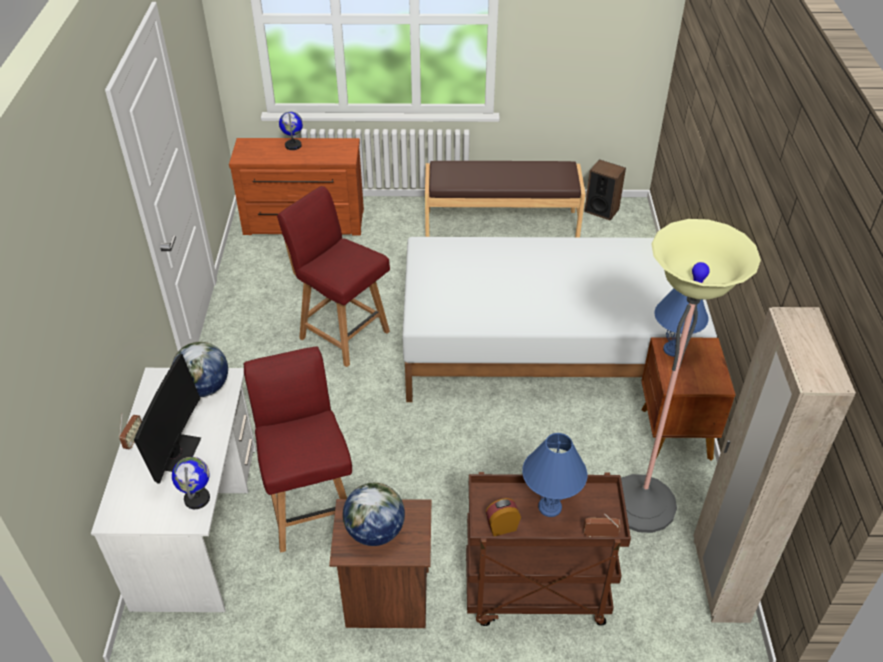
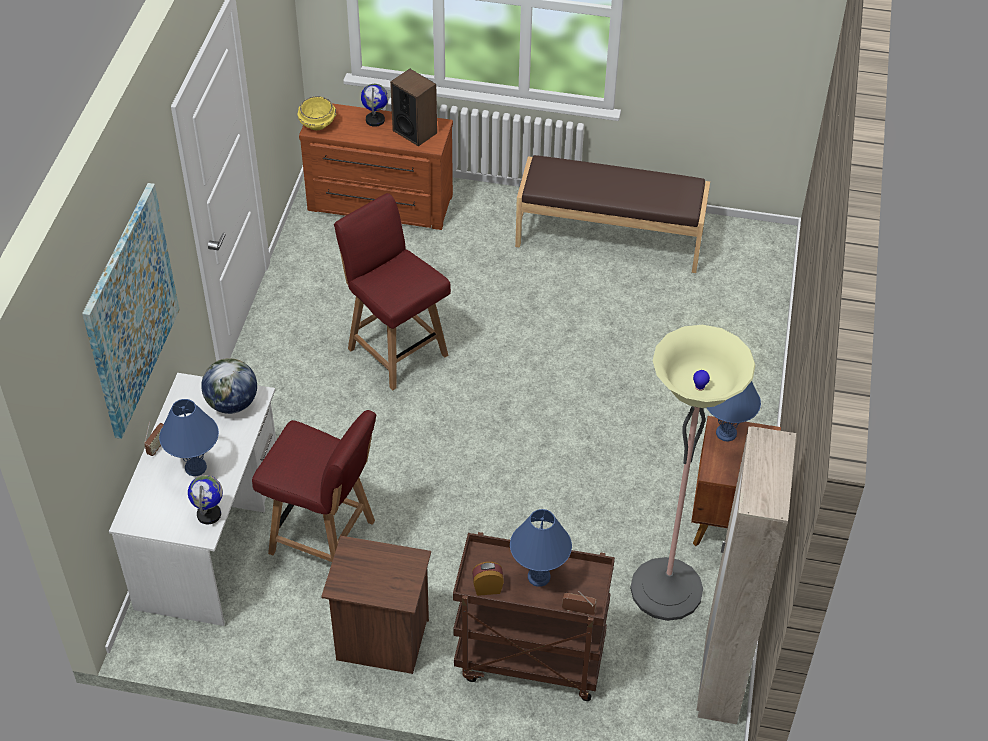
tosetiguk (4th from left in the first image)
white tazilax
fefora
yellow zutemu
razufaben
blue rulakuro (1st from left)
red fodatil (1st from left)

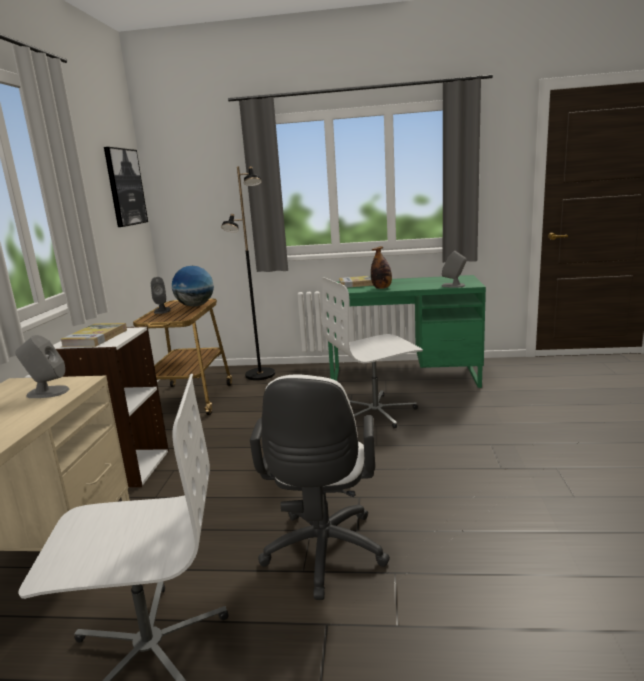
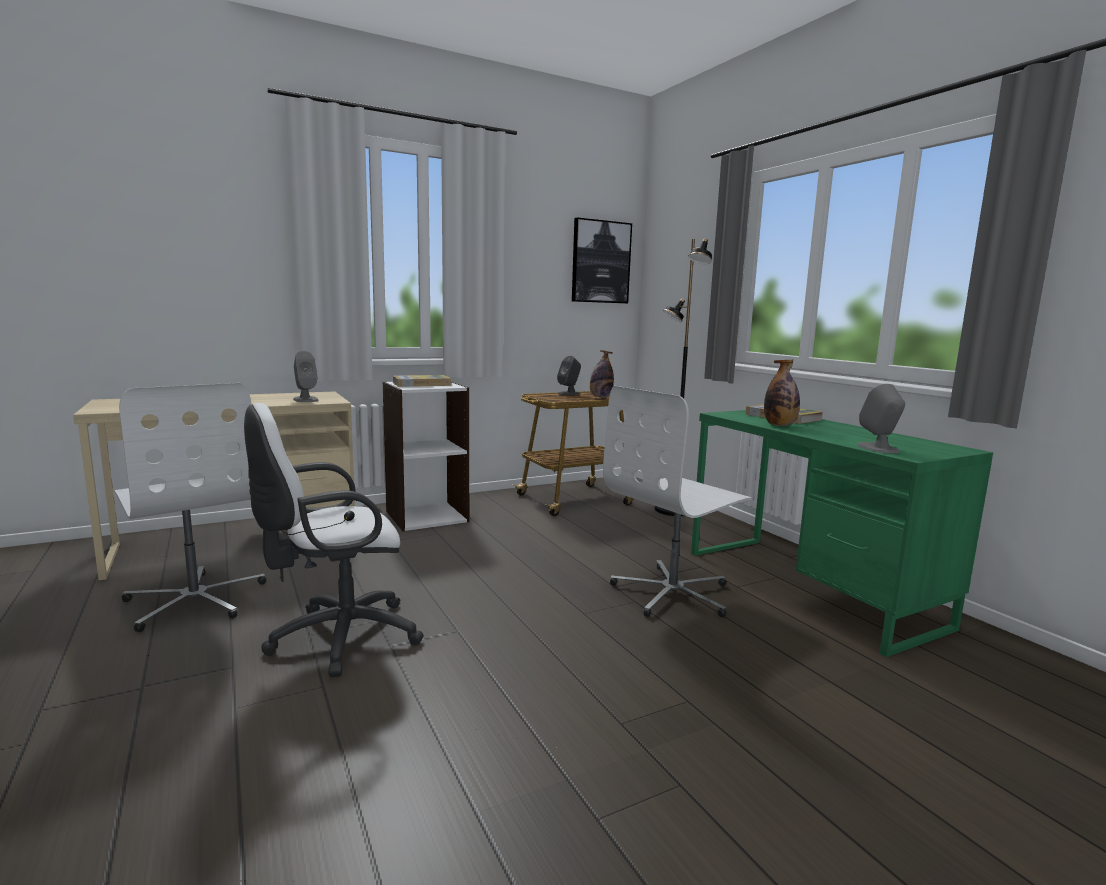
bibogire (1st from left)
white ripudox (3rd from left)

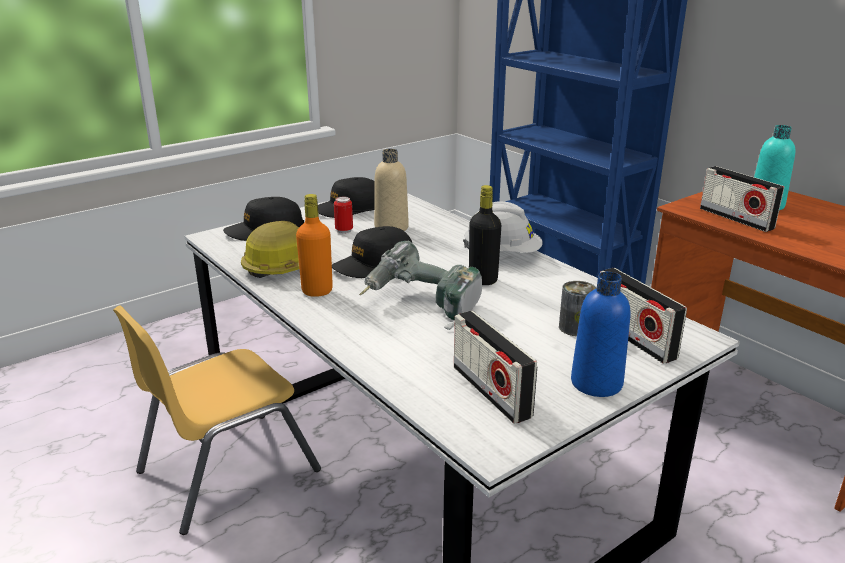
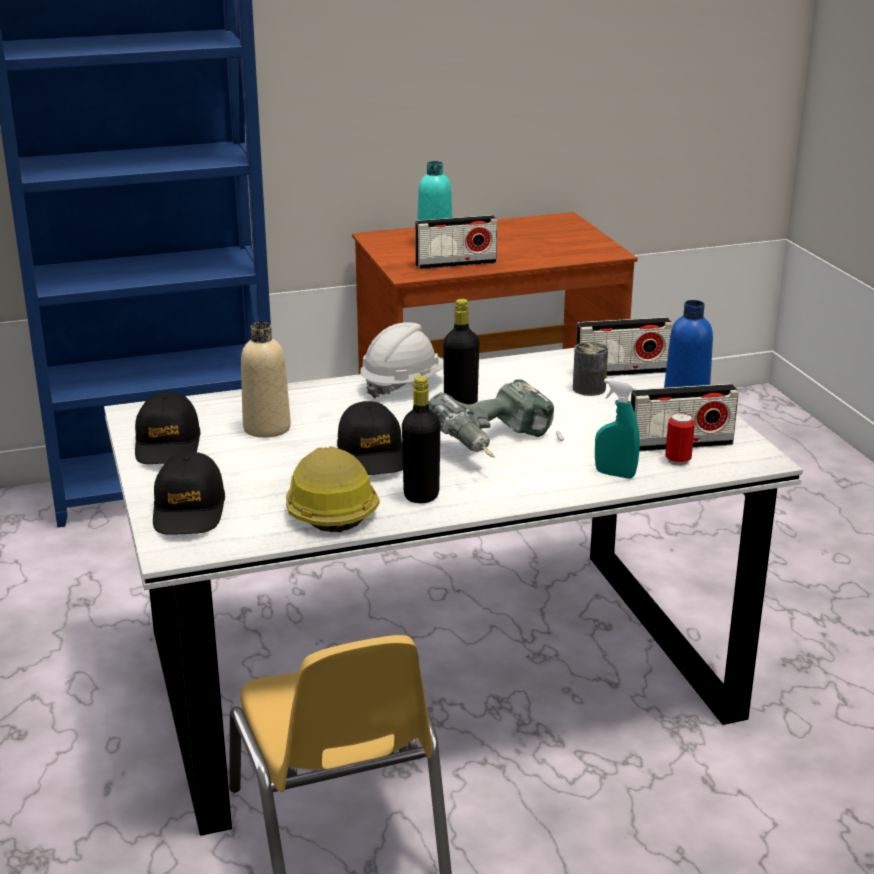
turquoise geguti
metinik (2nd from left)
black bibogire (1st from left)

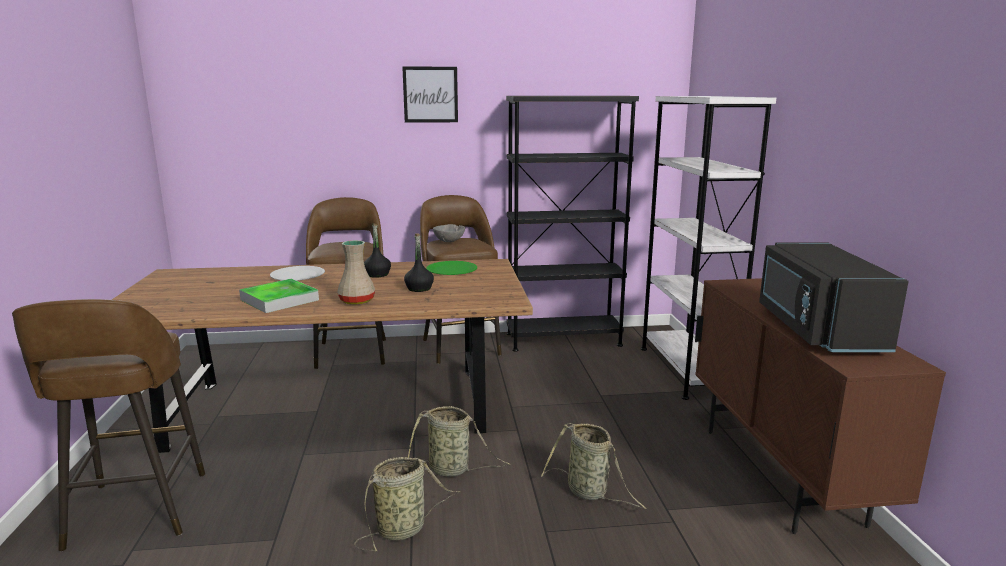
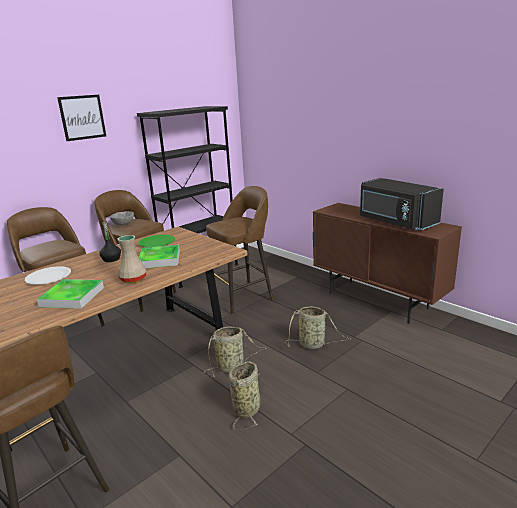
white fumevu
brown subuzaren (4th from left)
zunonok (2nd from left)

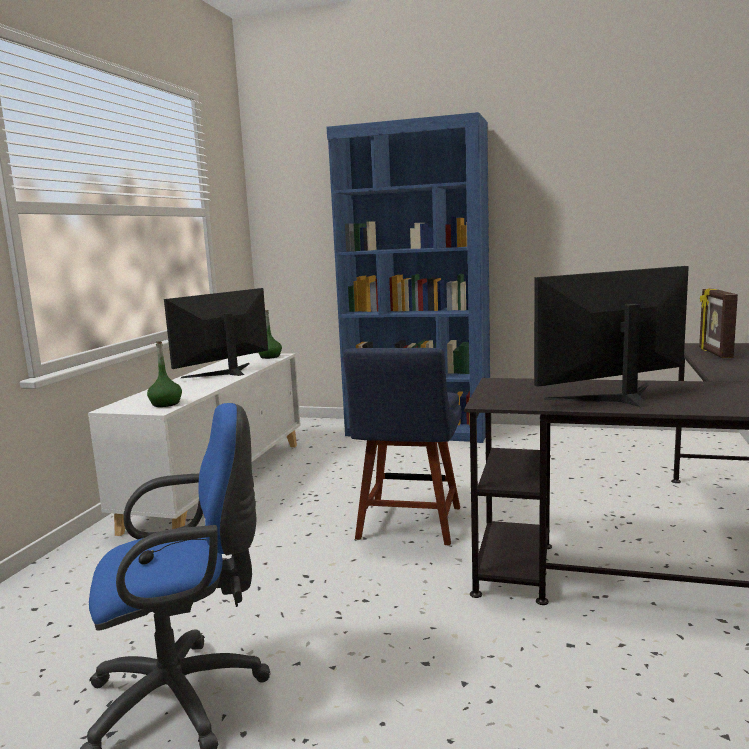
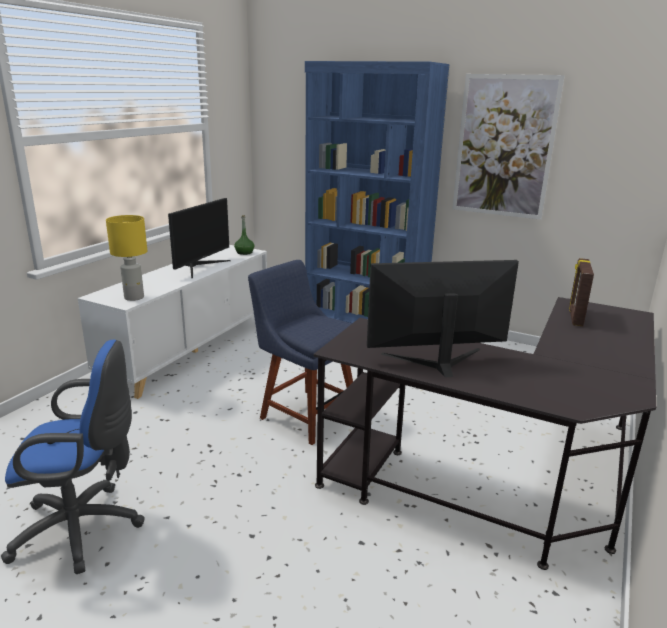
fefora
yellow rulakuro
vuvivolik (1st from left)
blue fodatil

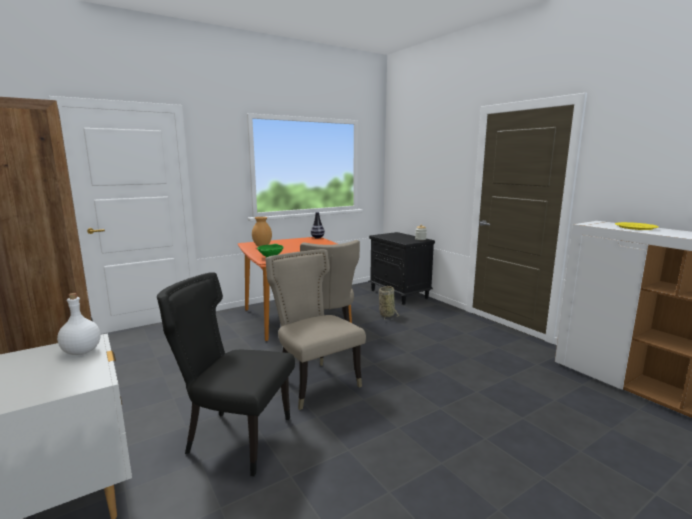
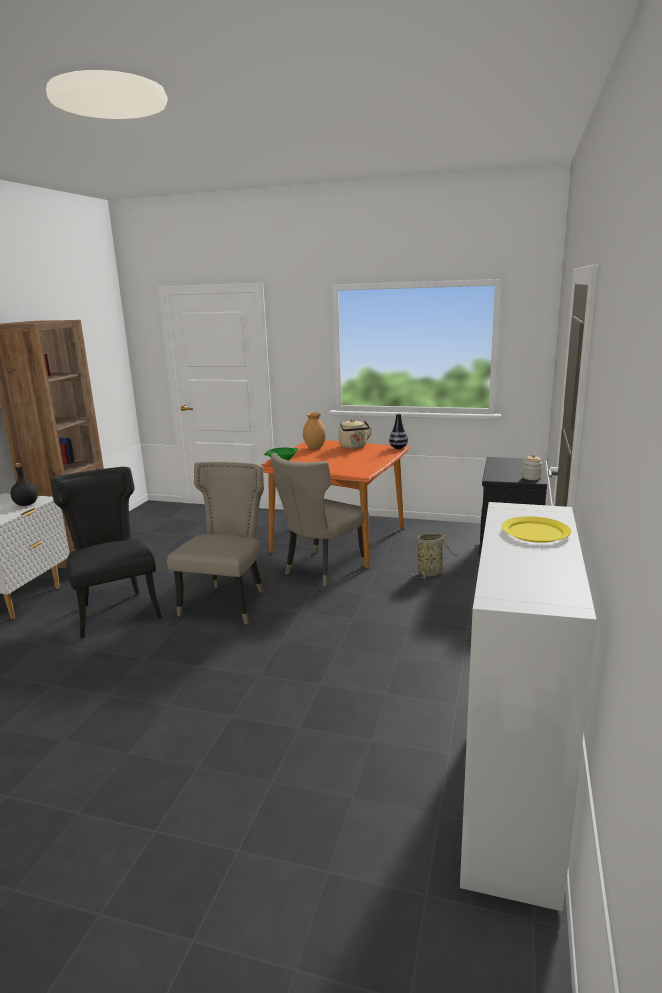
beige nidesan
black bibogire

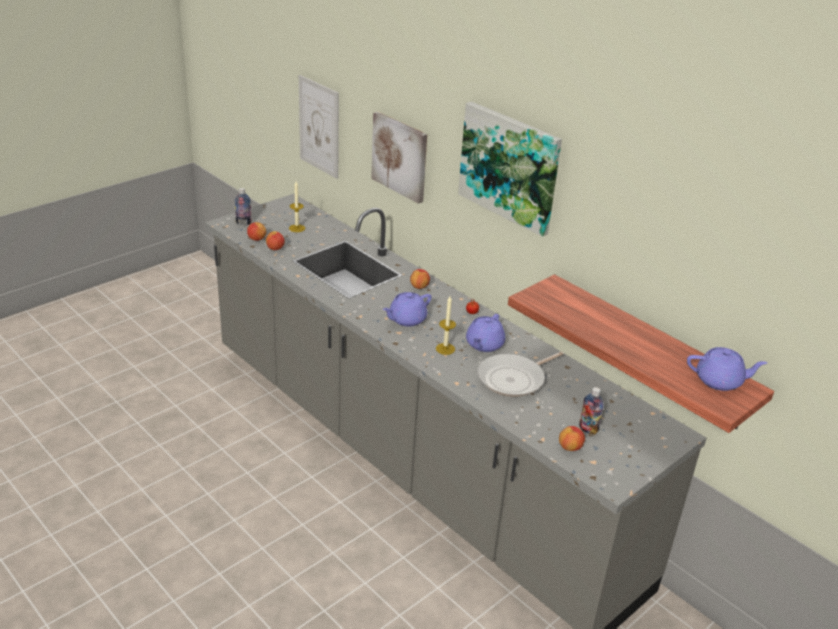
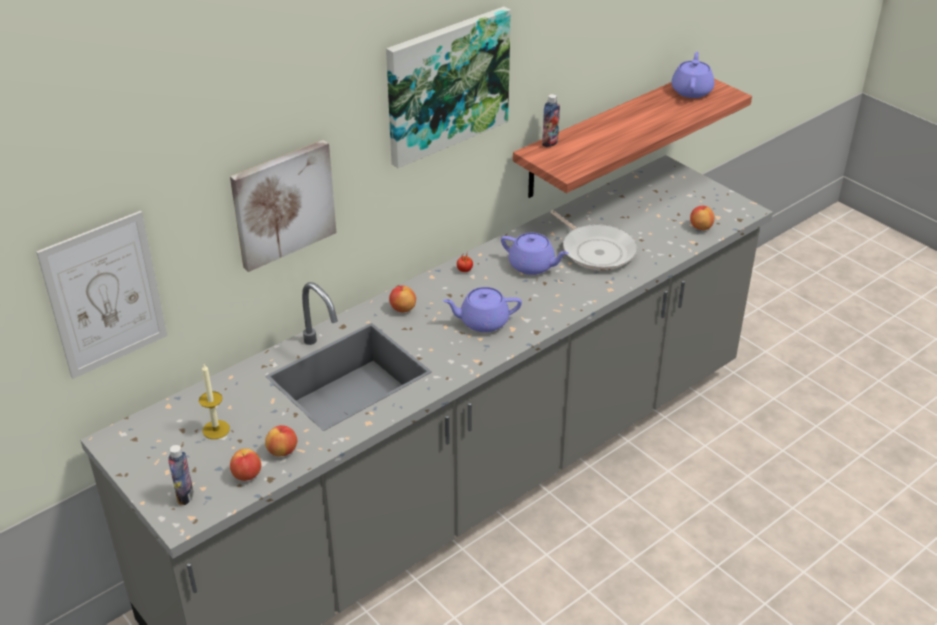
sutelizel (2nd from left in the first image)
bibogire (2nd from left)
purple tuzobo (1st from left)

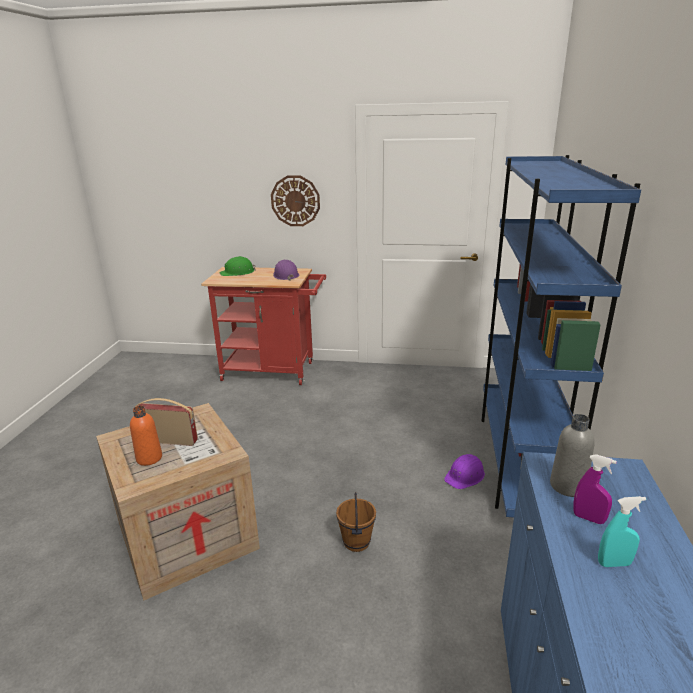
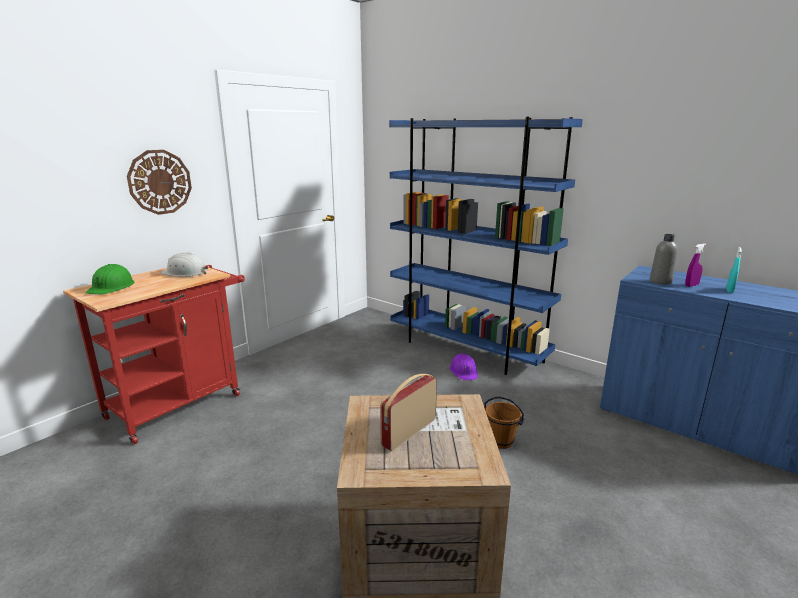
orange bibogire
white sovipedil

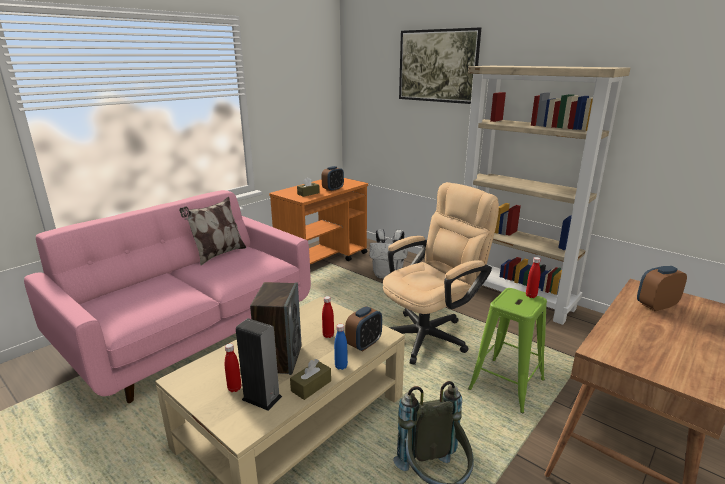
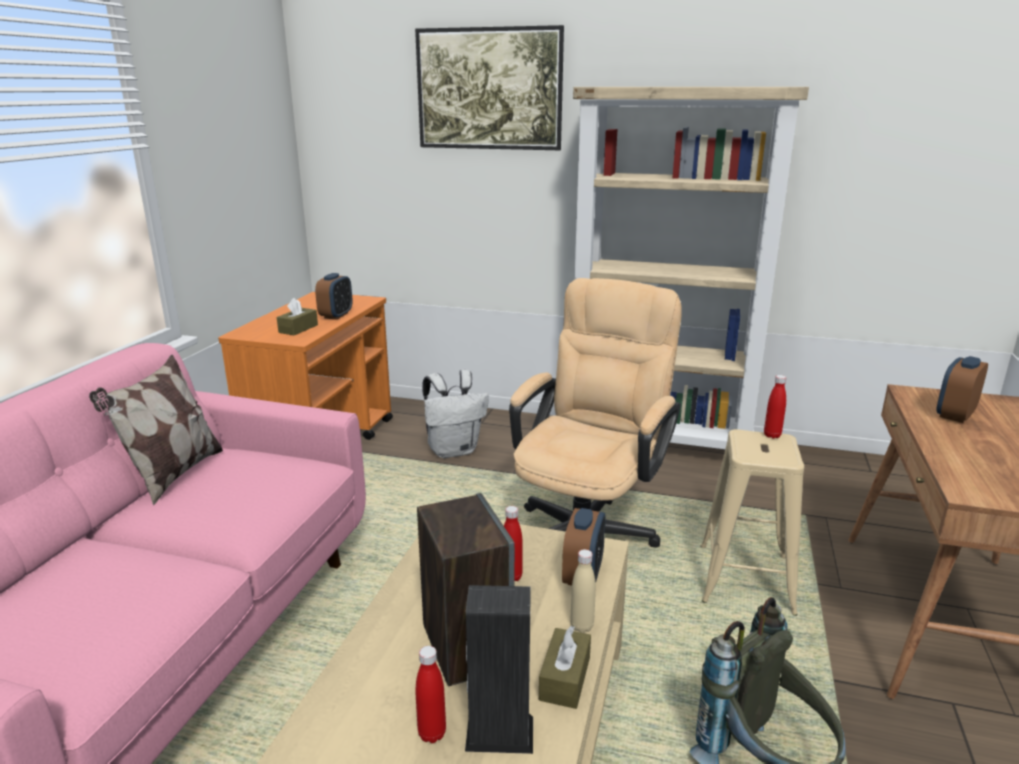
beige bibogire
beige subuzaren

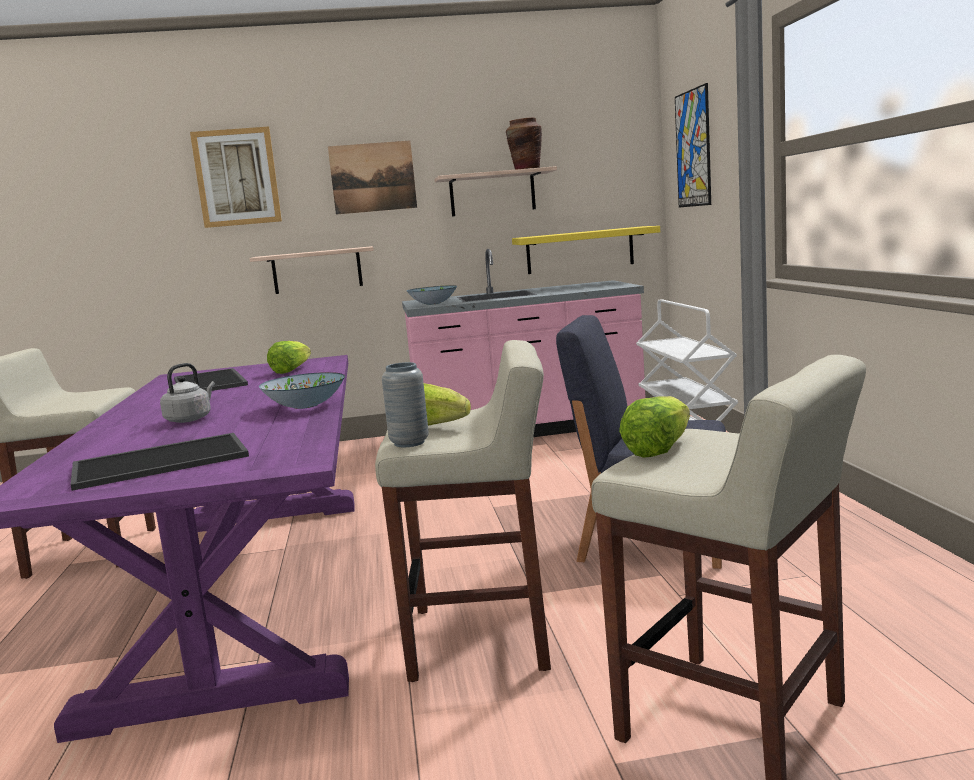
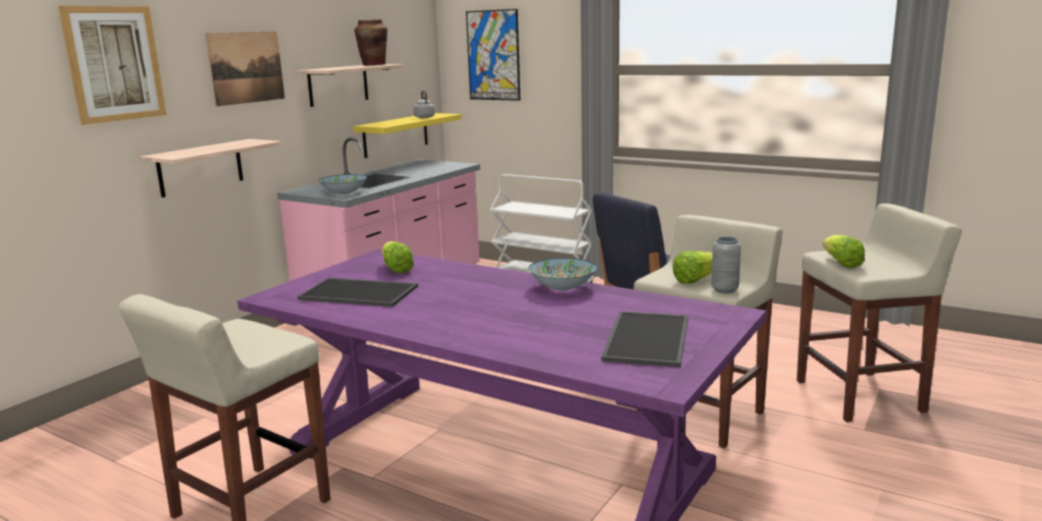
grey nidesan

